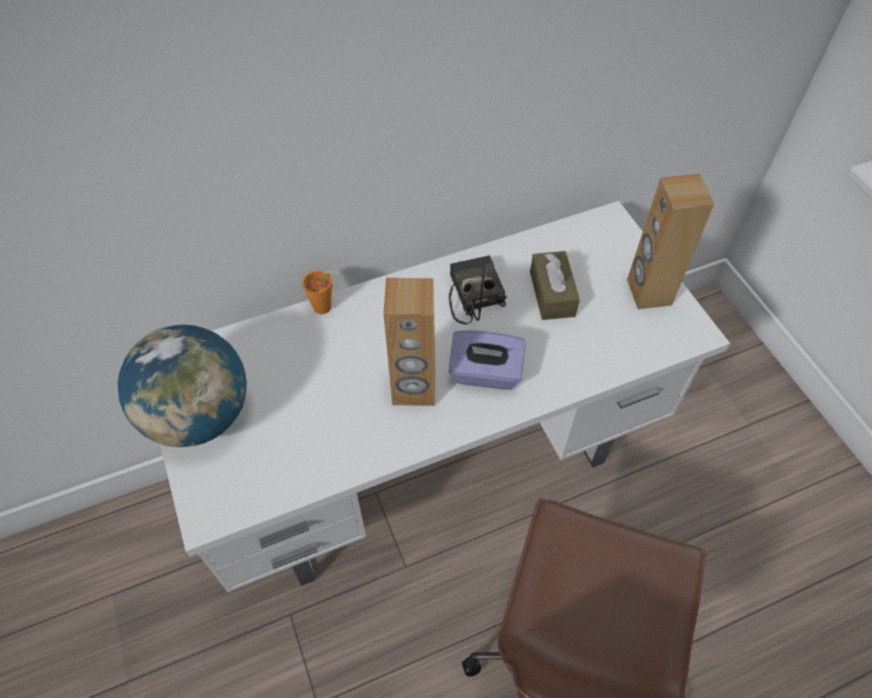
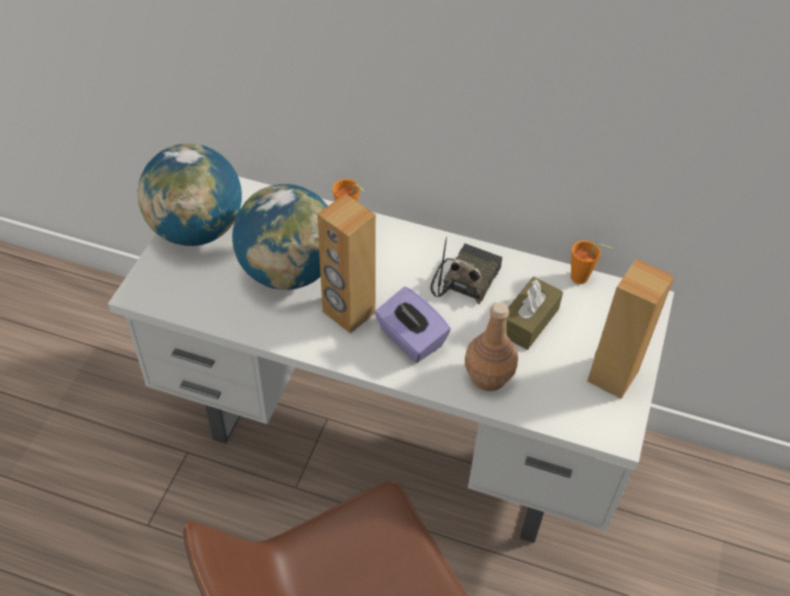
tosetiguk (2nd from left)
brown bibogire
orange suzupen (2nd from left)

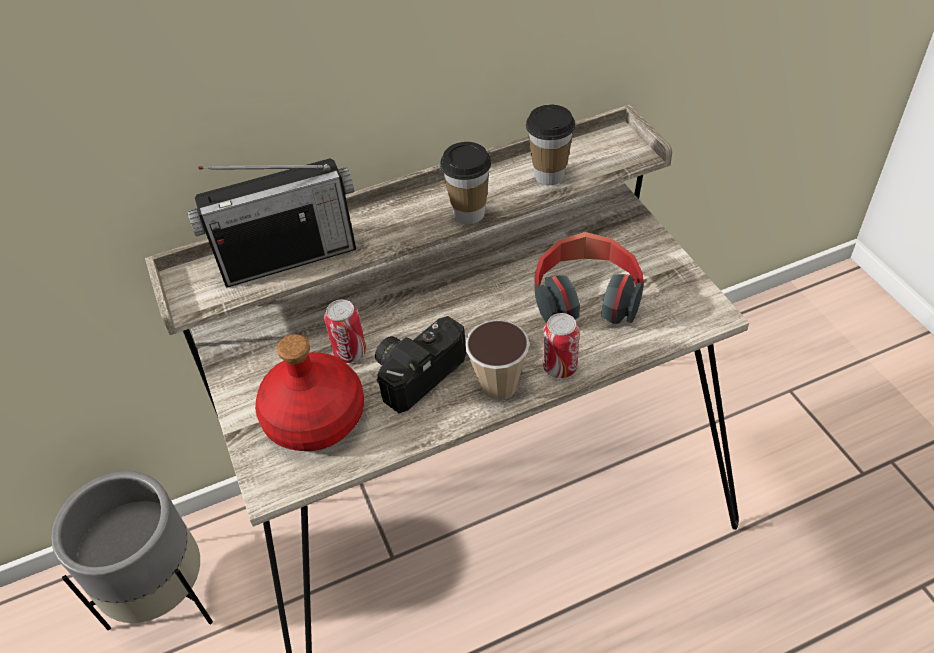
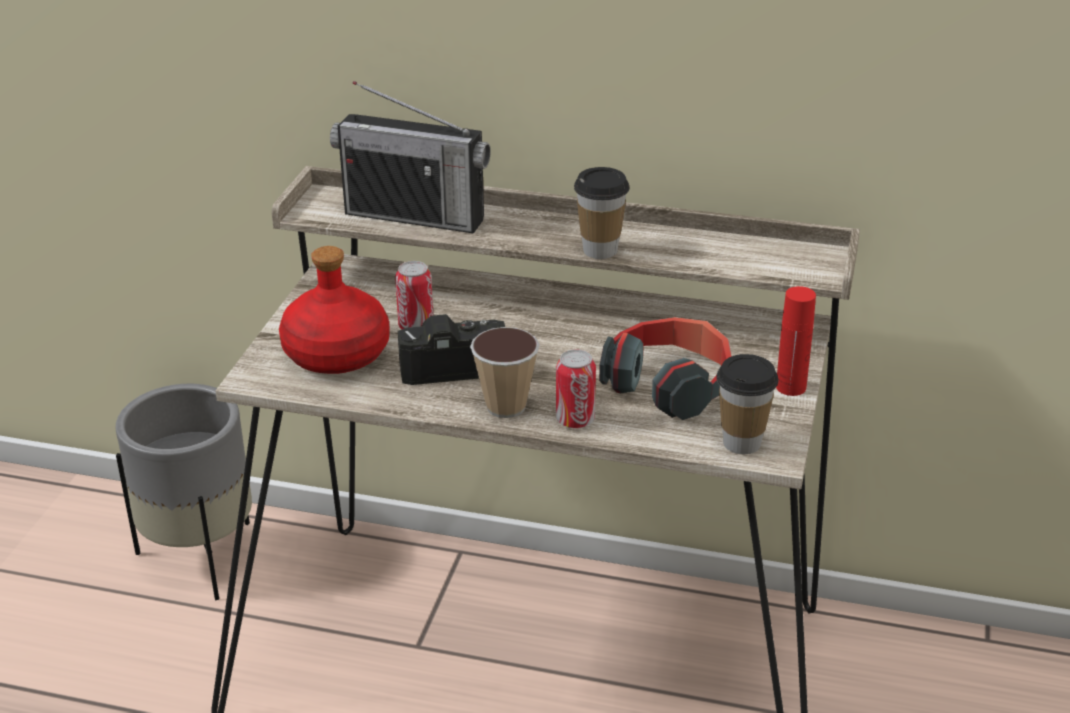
red bibogire (2nd from left)
suzupen (3rd from left)

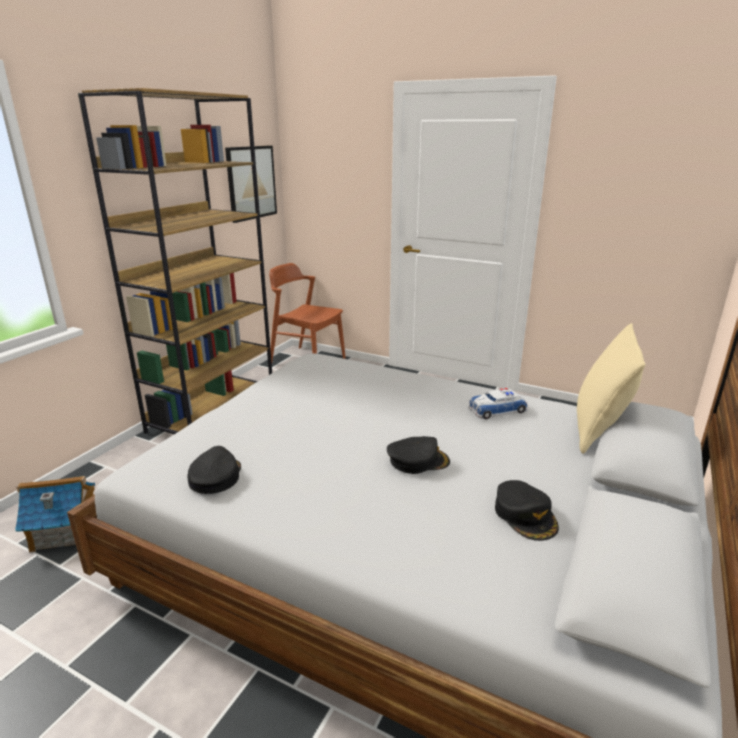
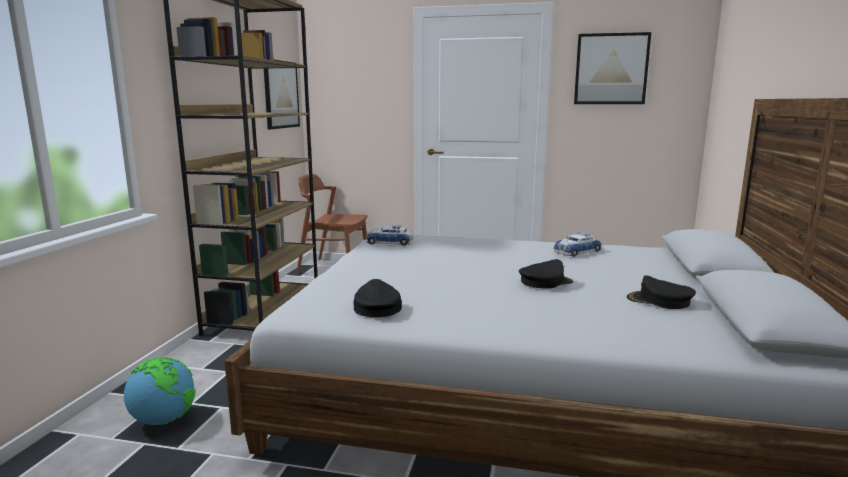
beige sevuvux
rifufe (1st from left)
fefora (2nd from left)
tosetiguk
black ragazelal (3rd from left)

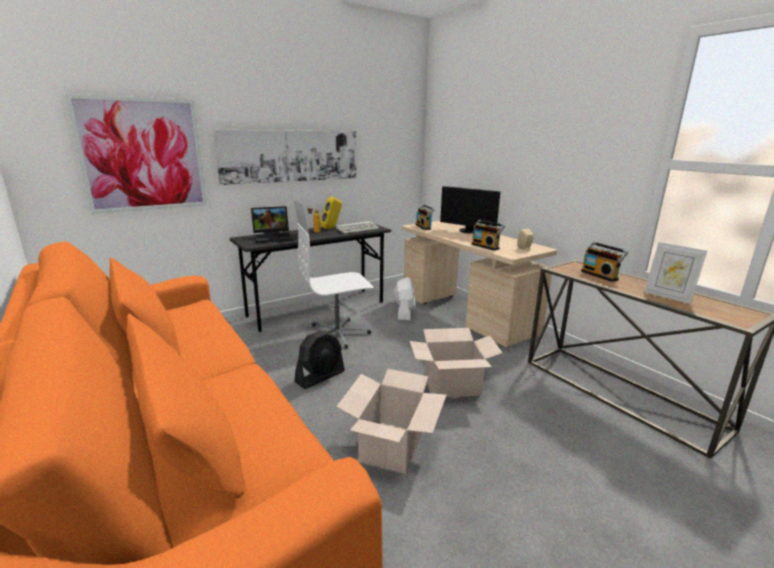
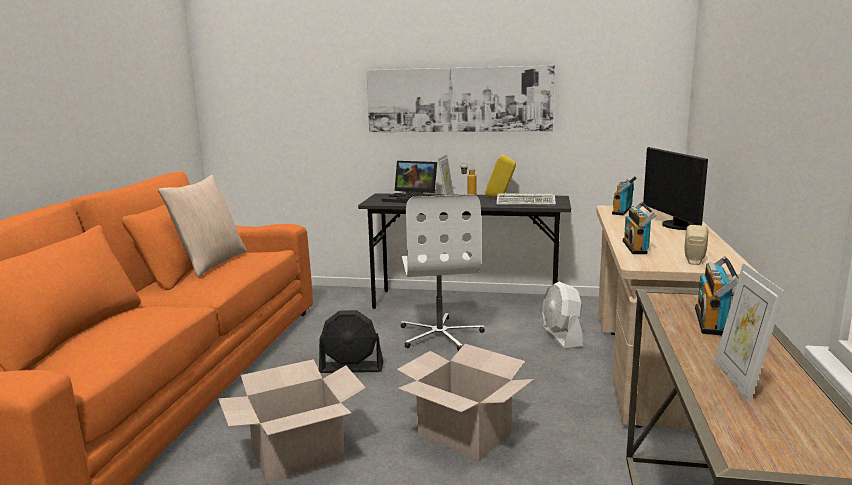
fefora (1st from left in the first image)
beige sevuvux
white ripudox
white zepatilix

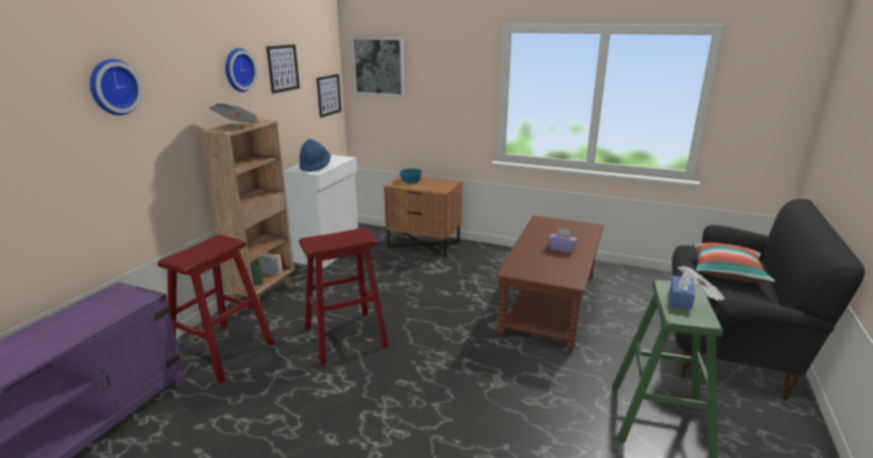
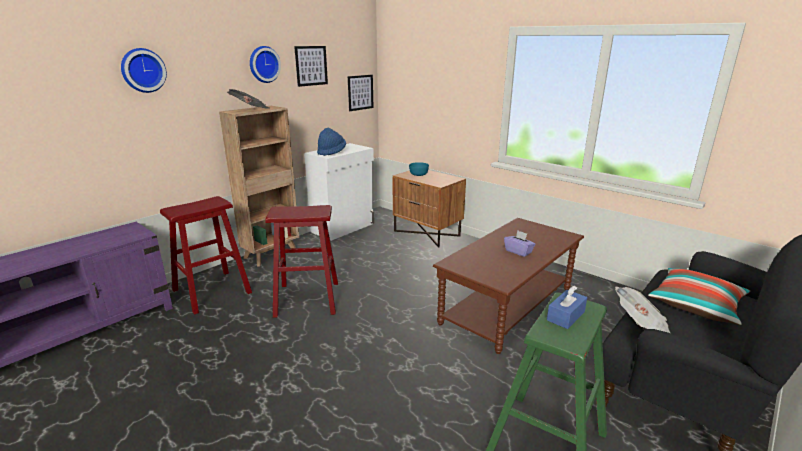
fefora (3rd from left in the first image)

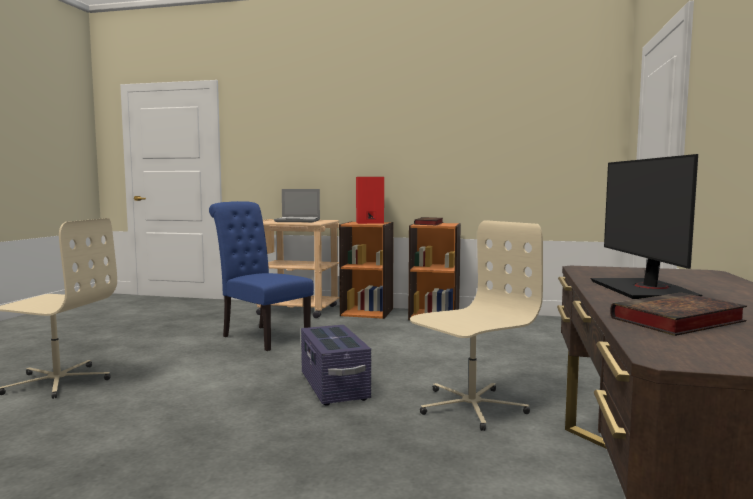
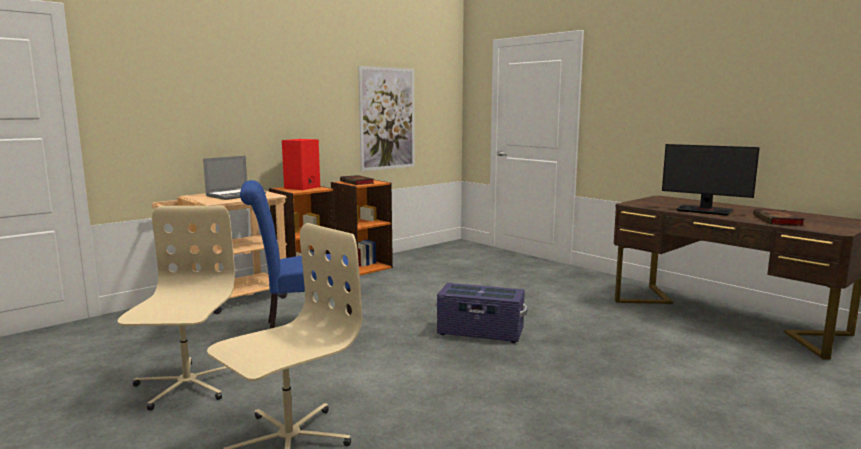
fefora
beige ripudox (1st from left)

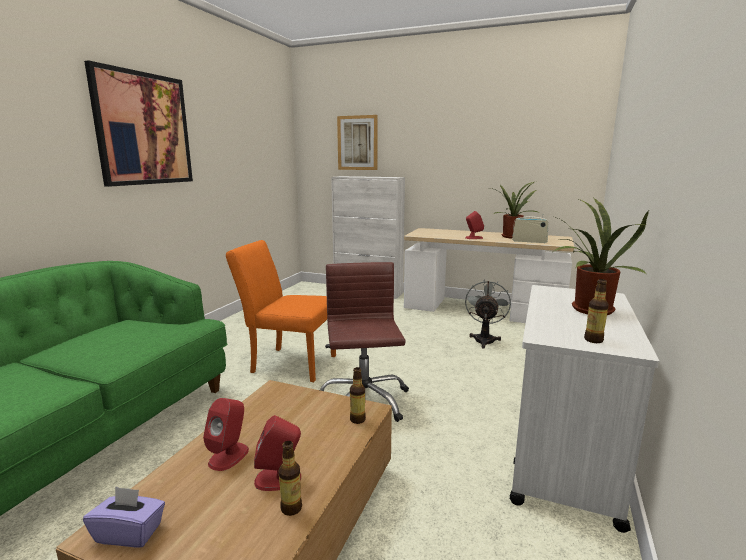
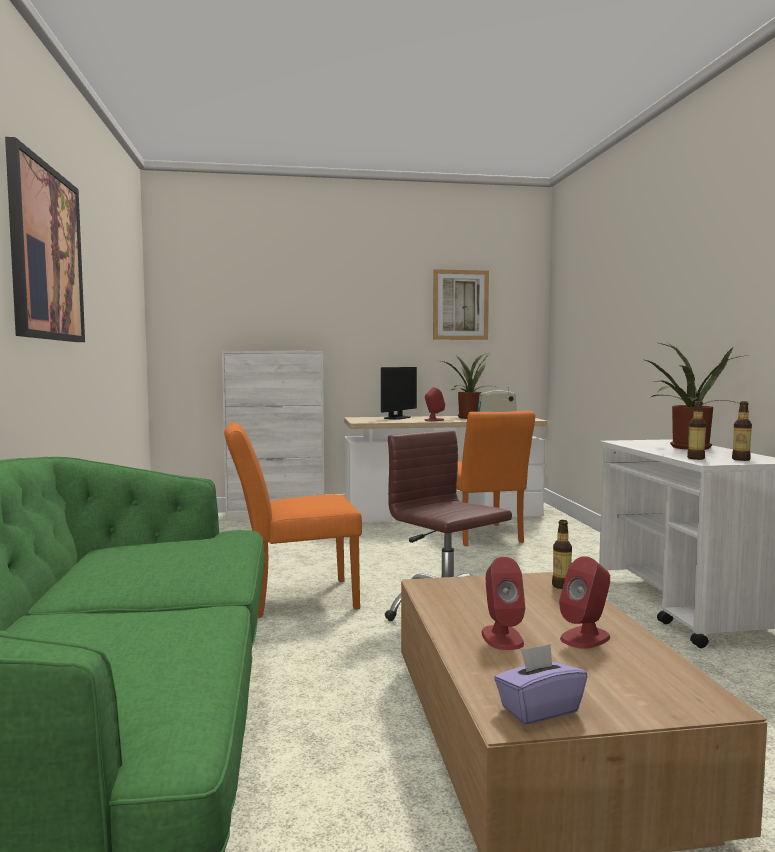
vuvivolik
bibogire (2nd from left)
fefora (2nd from left)
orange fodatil (2nd from left)

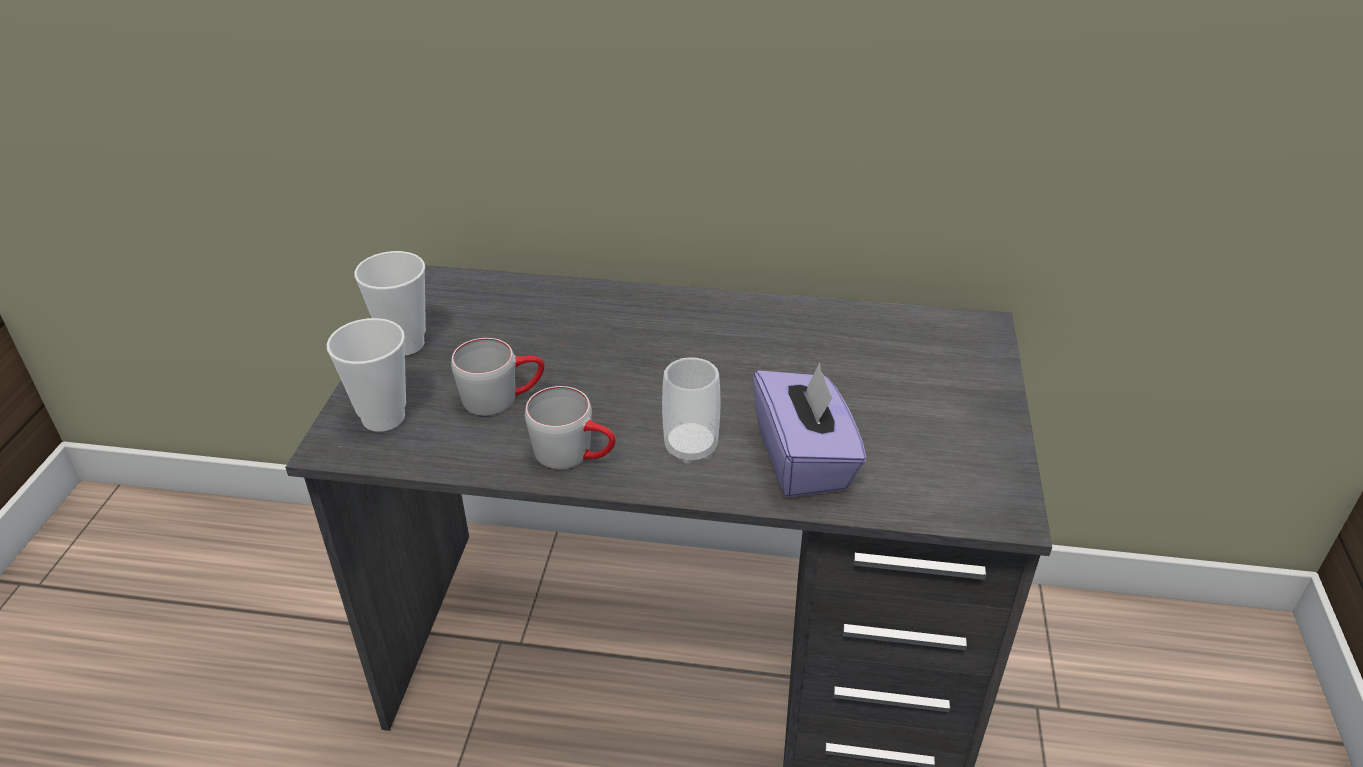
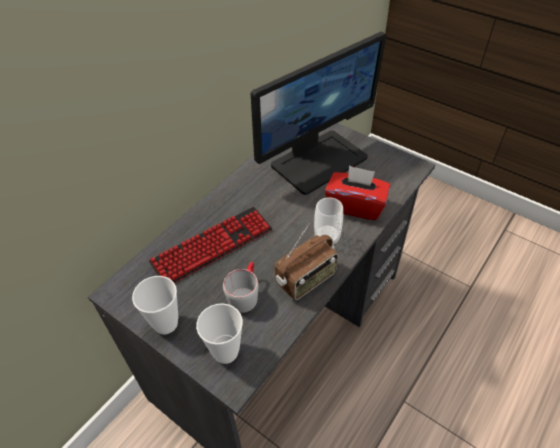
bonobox
vuvivolik
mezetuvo
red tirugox

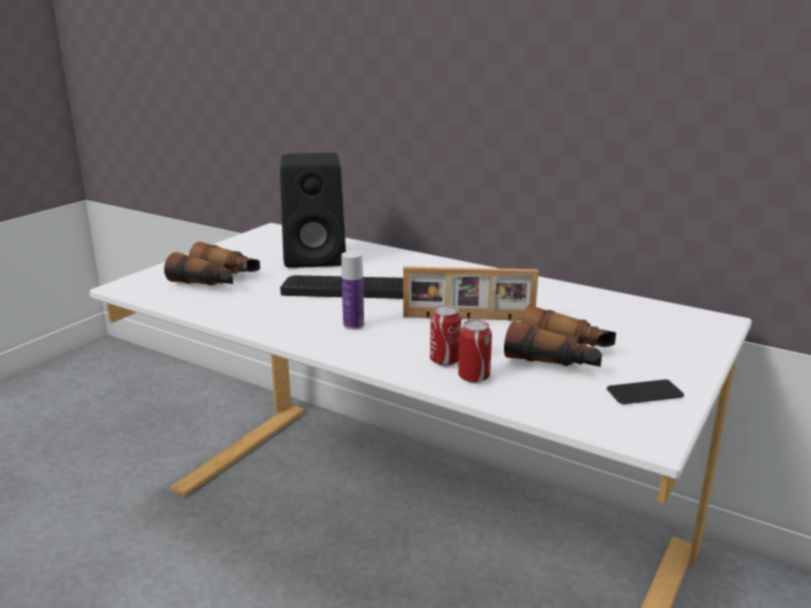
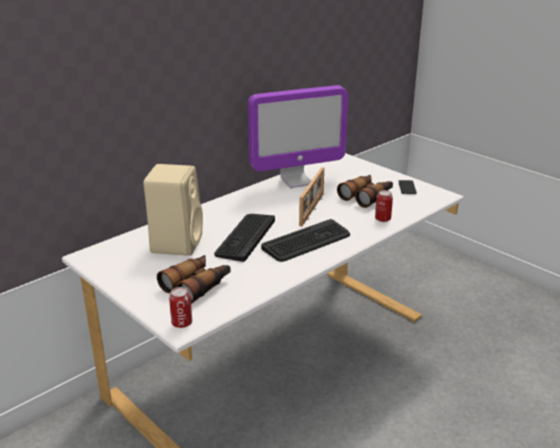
vuvivolik
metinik (1st from left)
bonobox (2nd from left)
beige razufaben

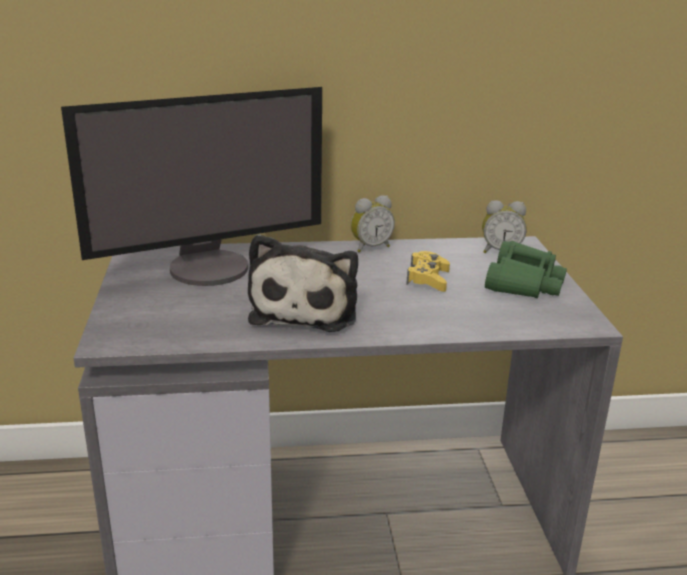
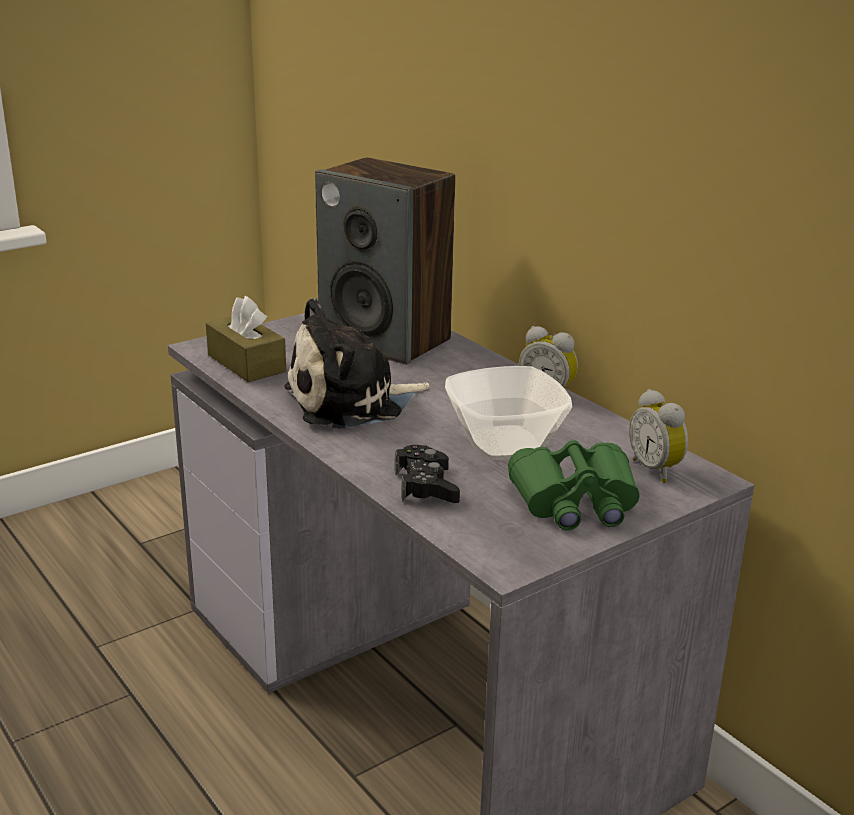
brown tirugox
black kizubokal
razufaben
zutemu

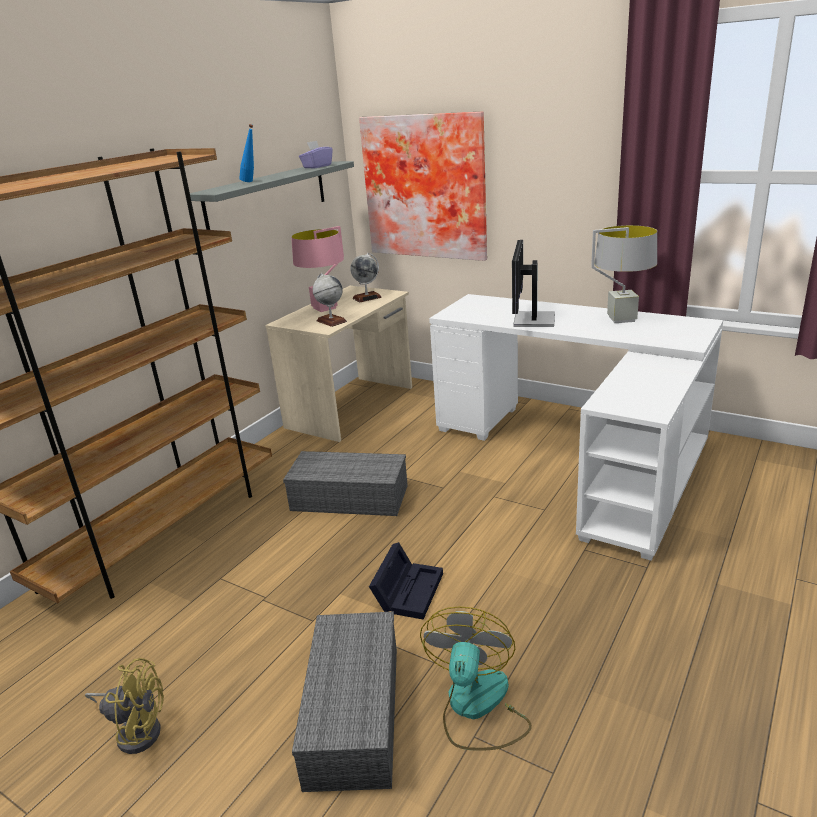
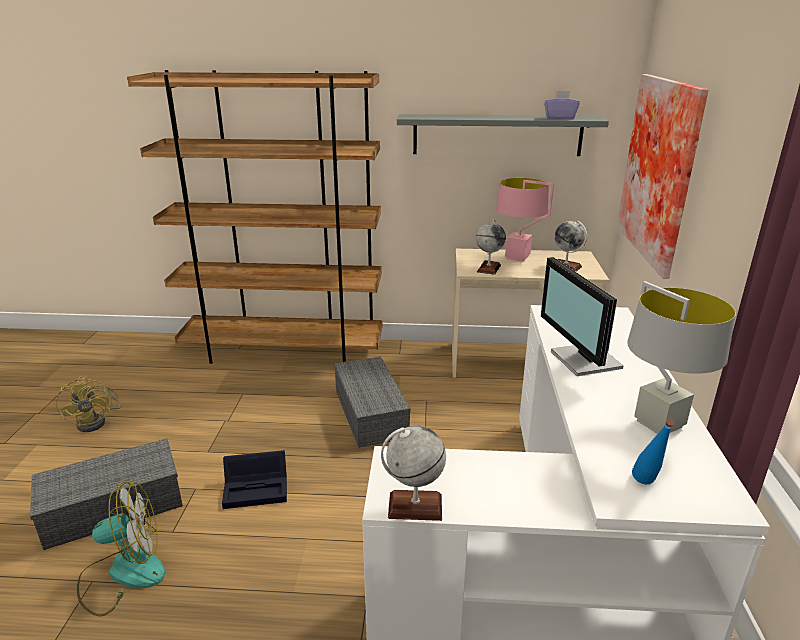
tosetiguk (1st from left)
blue bibogire
vuvivolik

